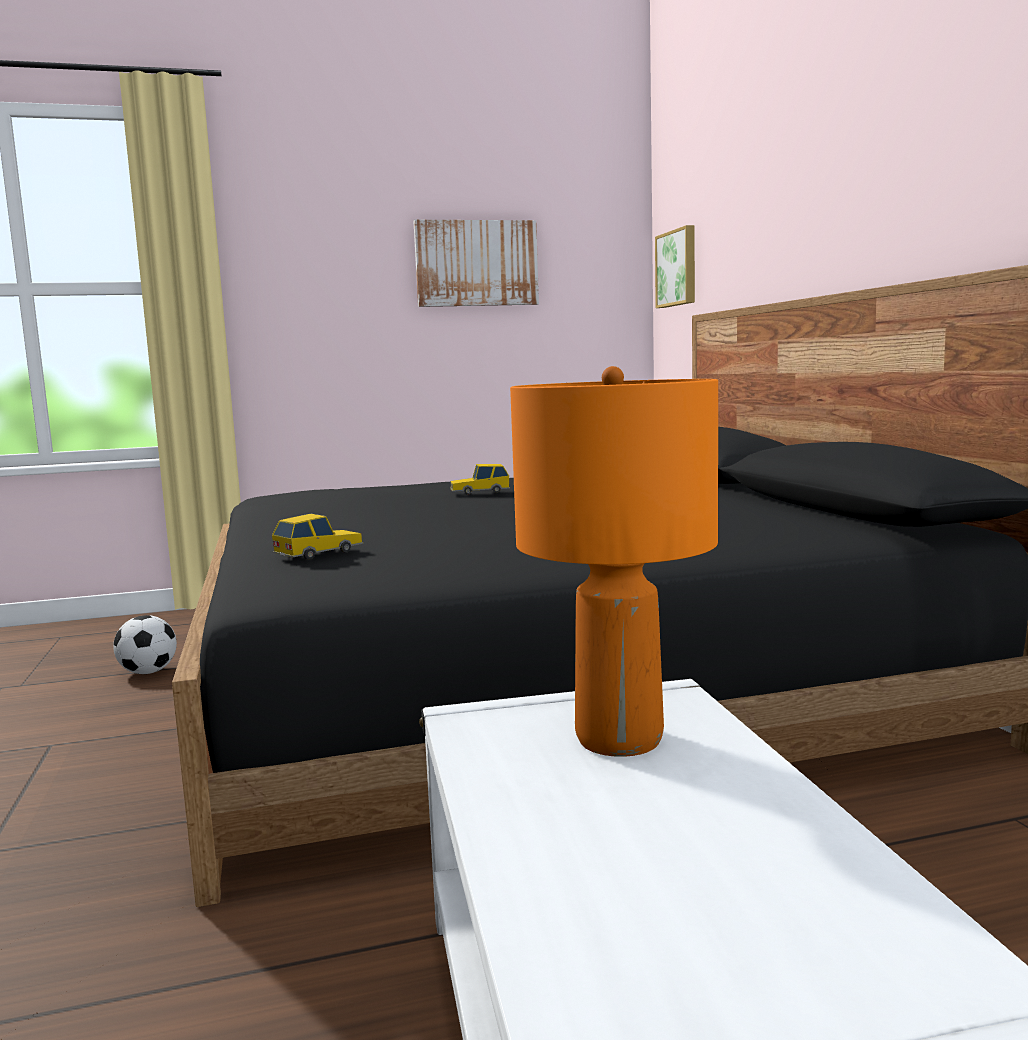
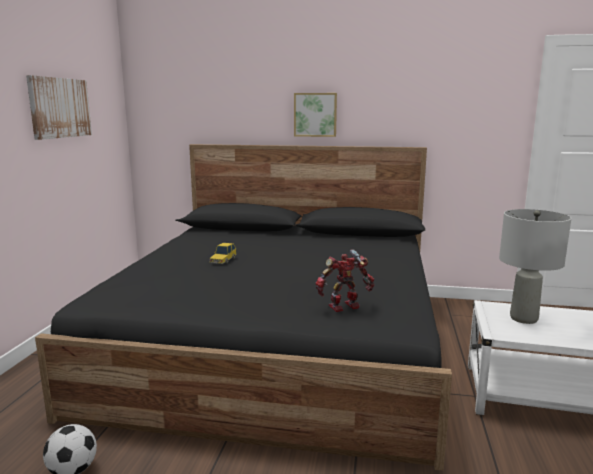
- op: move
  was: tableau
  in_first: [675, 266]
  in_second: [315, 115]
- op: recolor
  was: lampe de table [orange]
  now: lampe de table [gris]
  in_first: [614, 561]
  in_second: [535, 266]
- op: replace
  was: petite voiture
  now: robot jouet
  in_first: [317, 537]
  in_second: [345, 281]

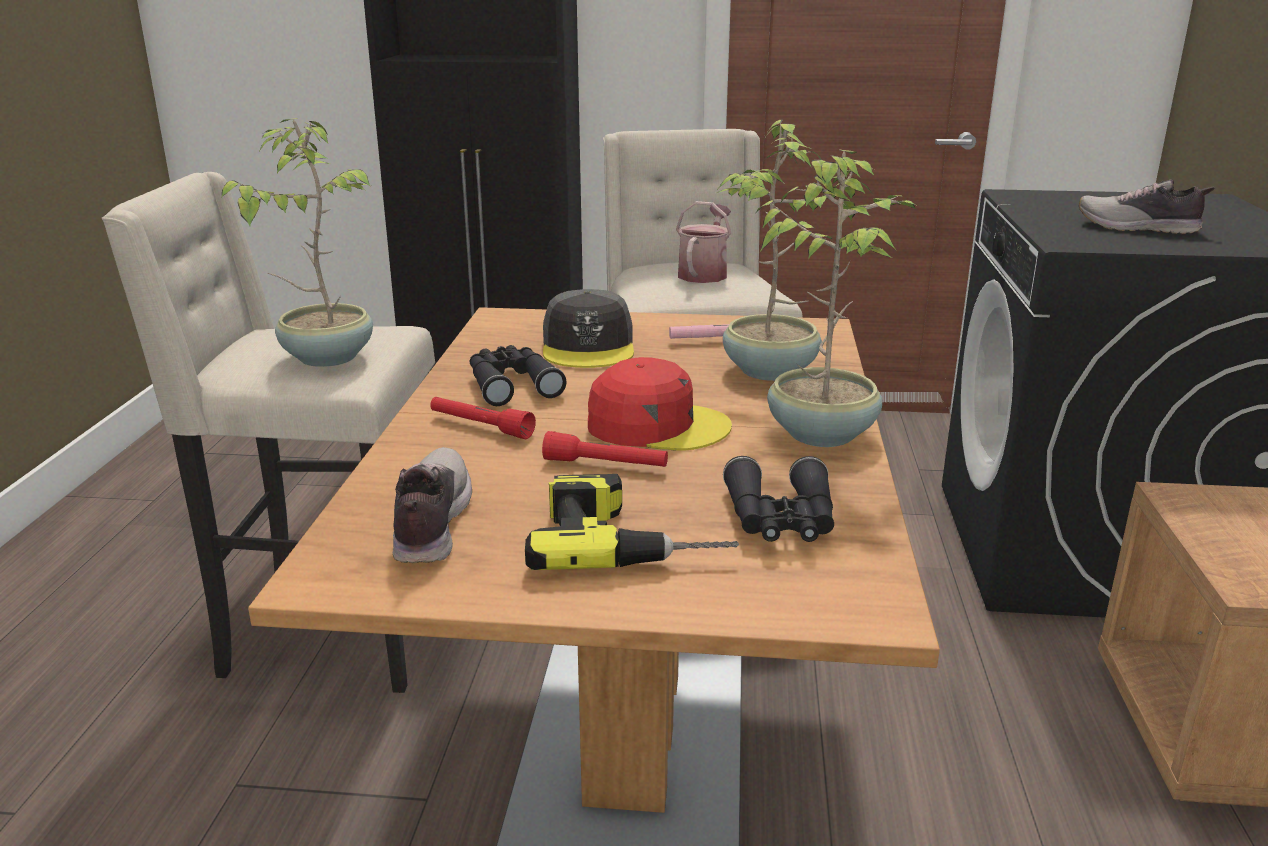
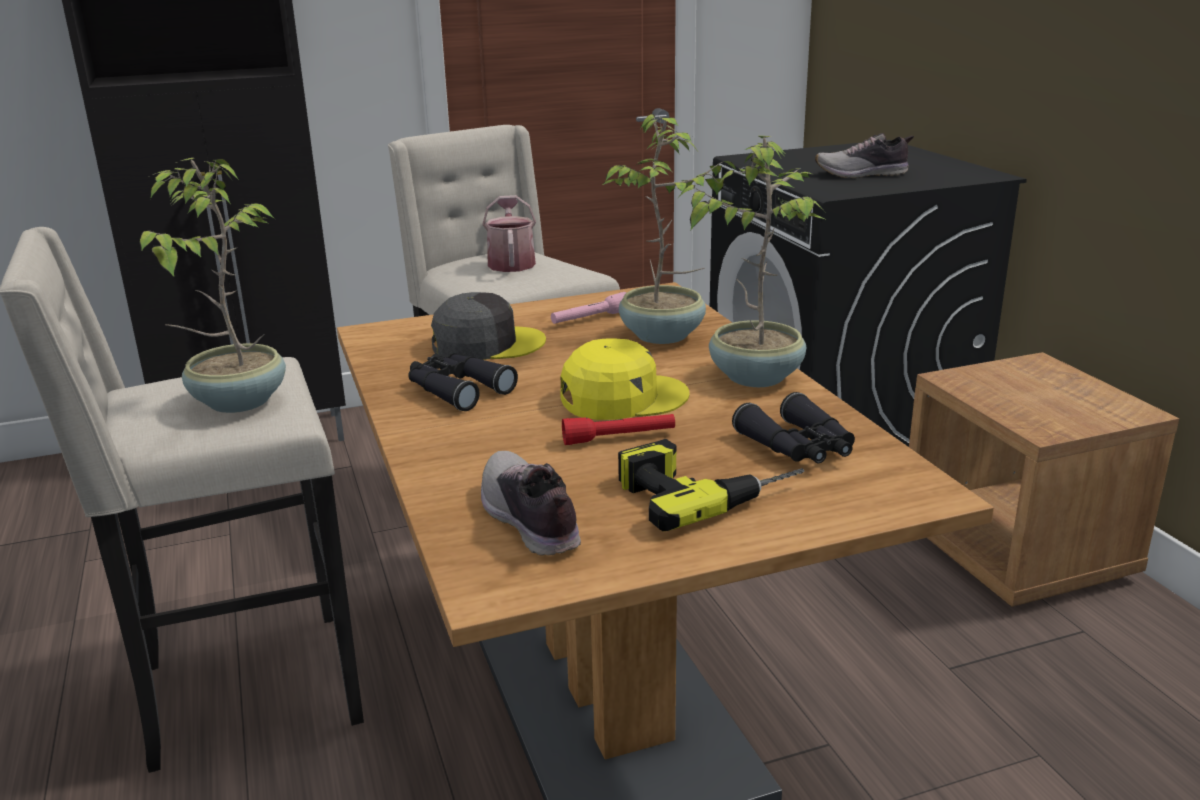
- op: rotate
  was: casquette [gris]
  in_first: [588, 328]
  in_second: [488, 326]
  clockwise: -75
- op: recolor
  was: casquette [rouge]
  now: casquette [jaune]
  in_first: [660, 404]
  in_second: [624, 379]
- op: delete
  was: lampe de poche [rouge]
  in_first: [483, 418]

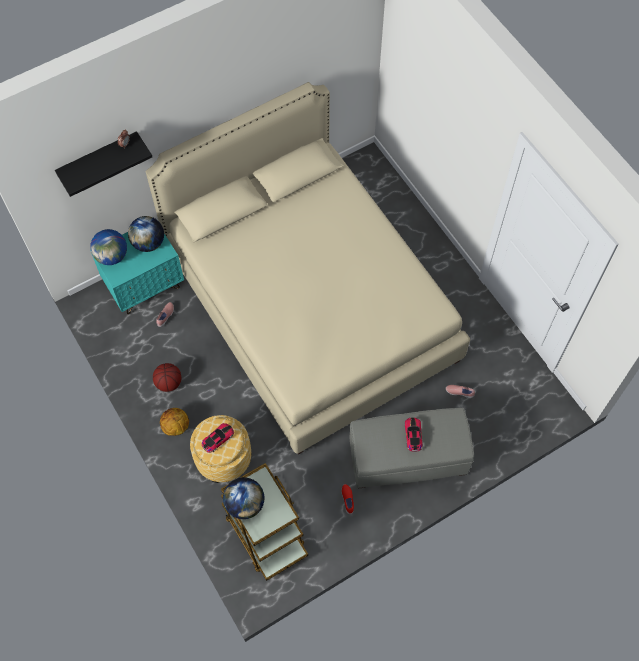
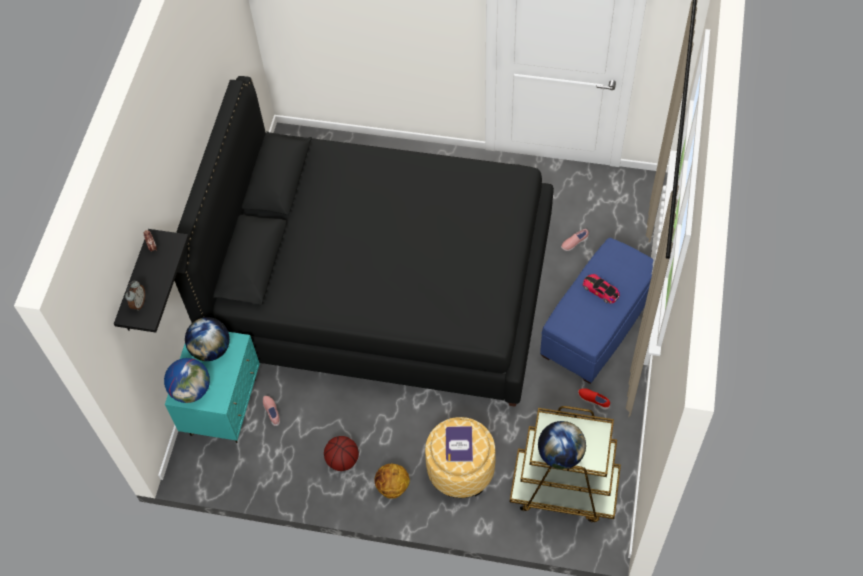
- op: recolor
  was: lit [beige]
  now: lit [noir]
  in_first: [308, 268]
  in_second: [364, 241]
- op: recolor
  was: pouf [gris]
  now: pouf [bleu]
  in_first: [412, 448]
  in_second: [597, 311]
- op: replace
  was: petite voiture
  now: livre
  in_first: [218, 438]
  in_second: [459, 444]
- op: insert
  now: réveil
  in_second: [135, 295]

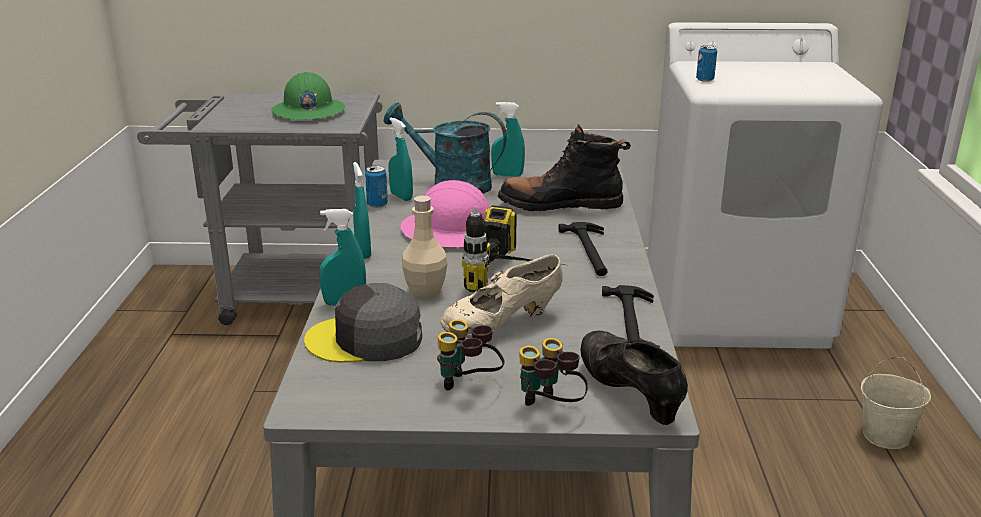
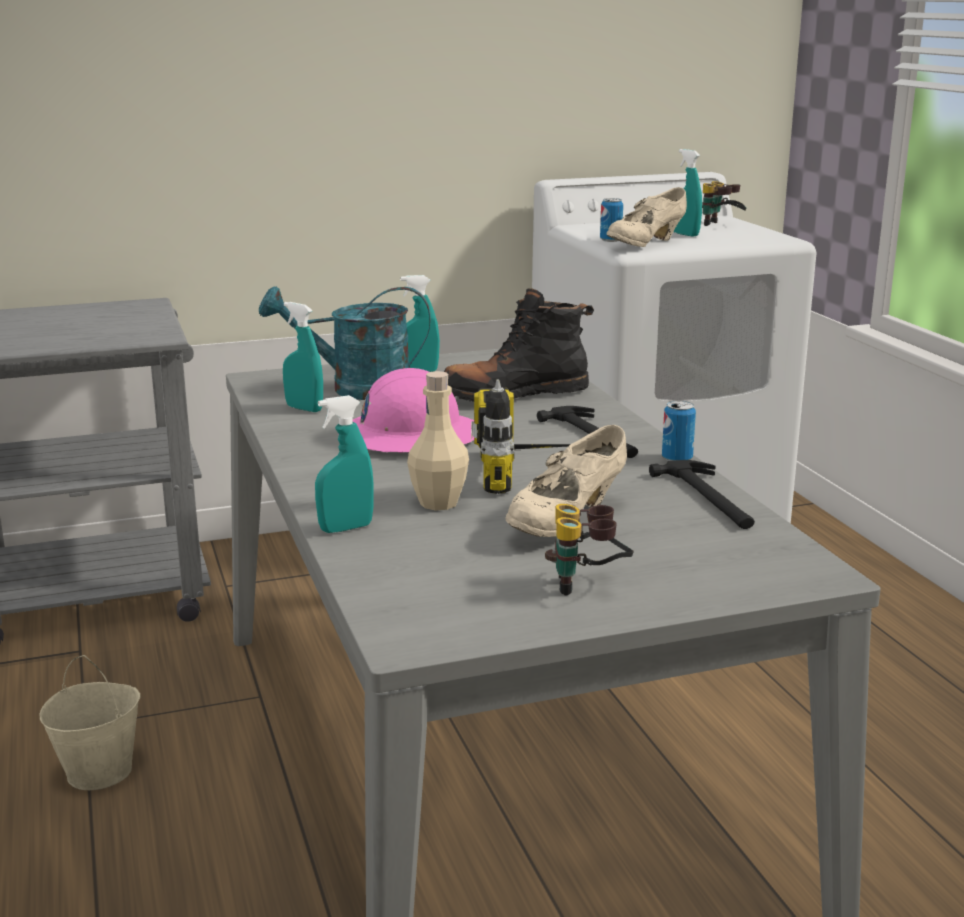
- op: delete
  was: casque de chantier [vert]
  in_first: [308, 96]
- op: move
  was: vaporisateur [turquoise]
  in_first: [362, 210]
  in_second: [688, 193]
- op: move
  was: boîte métallique
  in_first: [376, 186]
  in_second: [679, 430]
- op: delete
  was: casquette [gris]
  in_first: [363, 323]
- op: delete
  was: chaussure [noir]
  in_first: [634, 377]
- op: move
  was: jumelles
  in_first: [553, 372]
  in_second: [724, 203]
- op: move
  was: seau [beige]
  in_first: [896, 403]
  in_second: [90, 722]
- op: insert
  now: chaussure [beige]
  in_second: [646, 217]

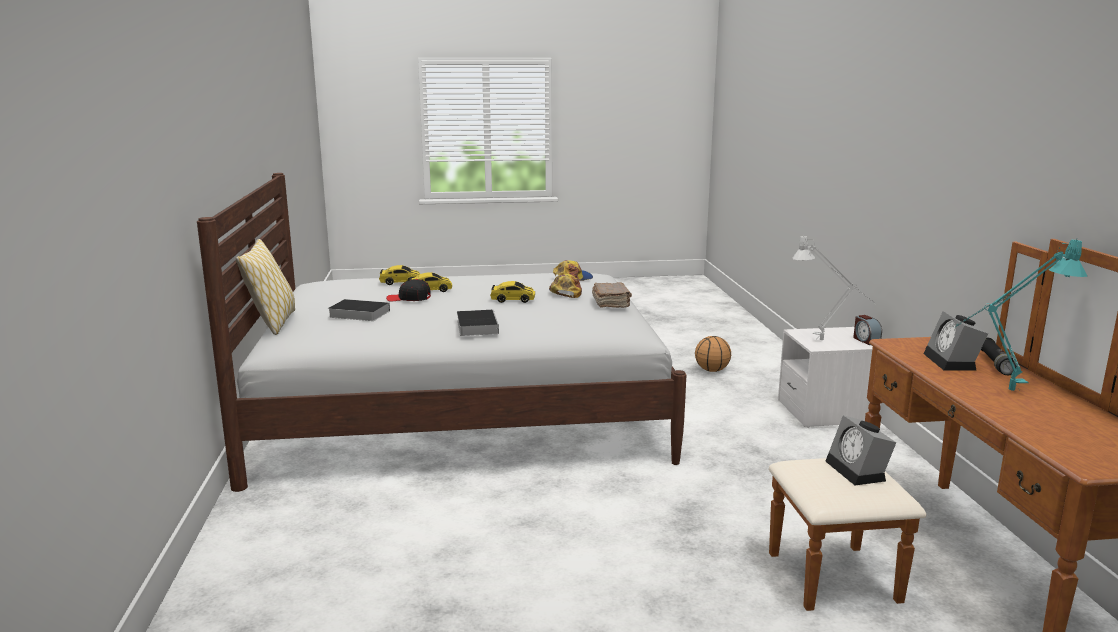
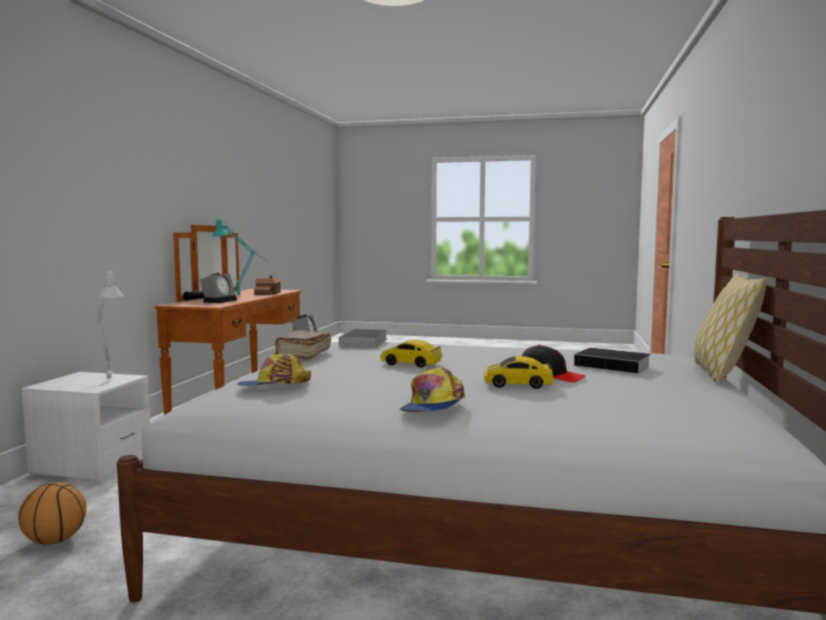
- op: delete
  was: petite voiture
  in_first: [399, 275]
- op: move
  was: casquette
  in_first: [565, 286]
  in_second: [432, 390]
- op: move
  was: livre
  in_first: [478, 323]
  in_second: [362, 338]
- op: delete
  was: réveil
  in_first: [867, 330]
- op: insert
  now: maison miniature
  in_second: [267, 285]

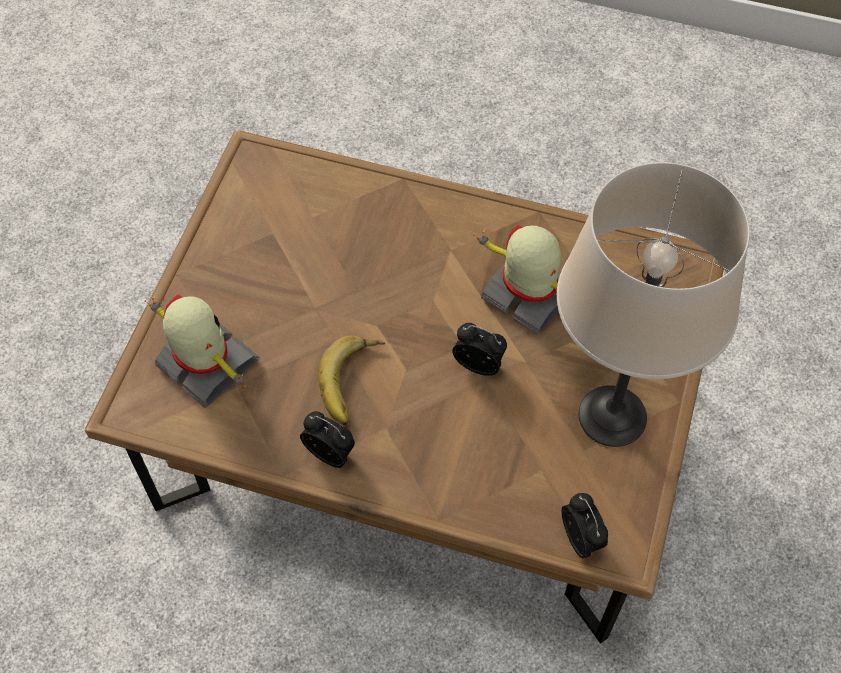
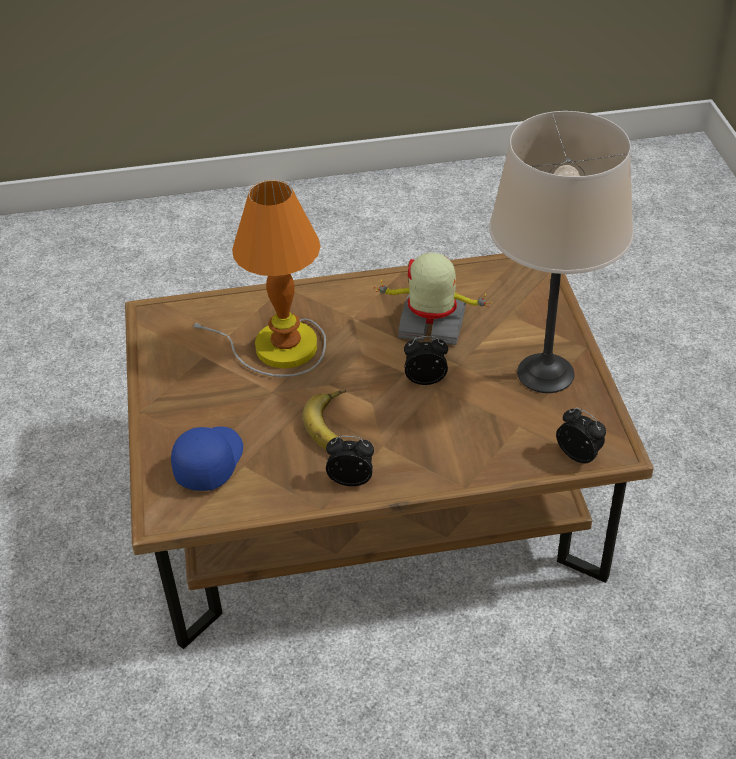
- op: replace
  was: robot jouet
  now: casquette [bleu]
  in_first: [202, 351]
  in_second: [207, 458]
- op: insert
  now: lampe de table
  in_second: [259, 278]

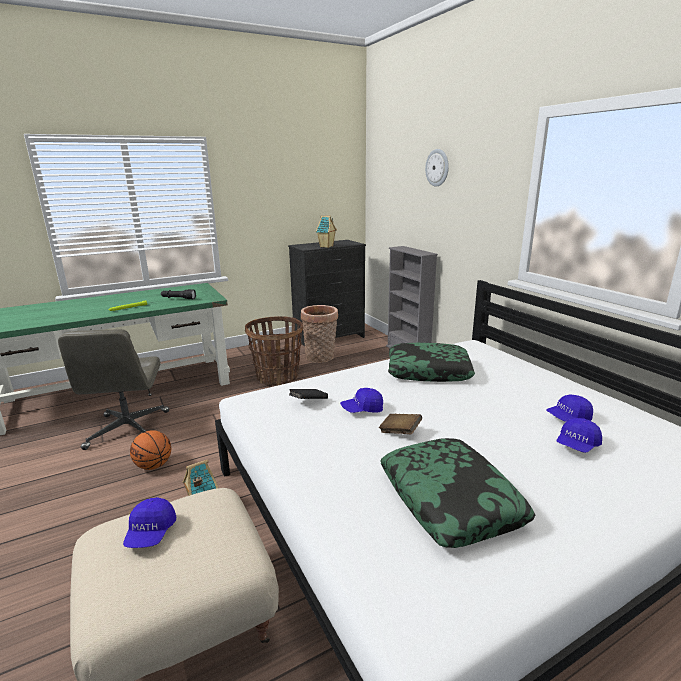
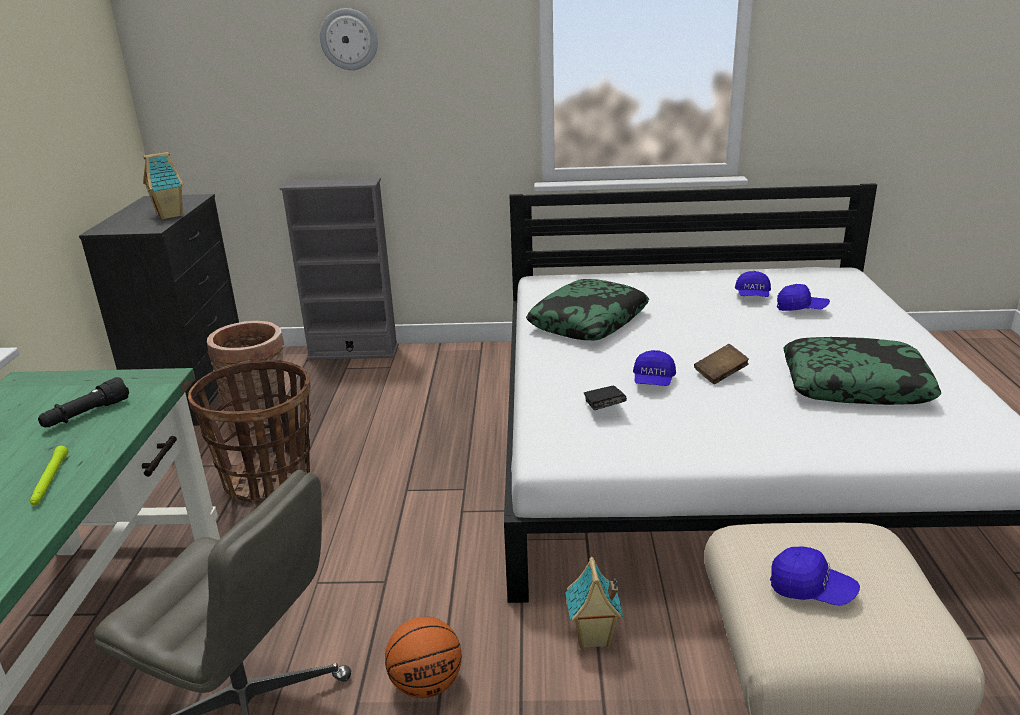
- op: rotate
  was: casquette [bleu]
  in_first: [579, 435]
  in_second: [803, 297]
  clockwise: -60

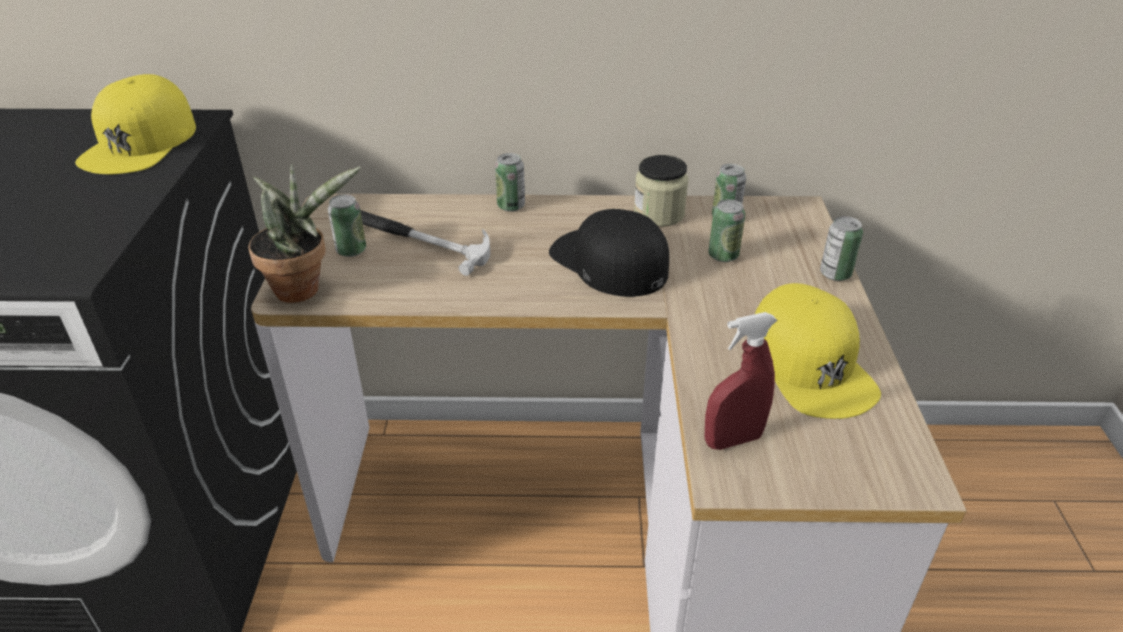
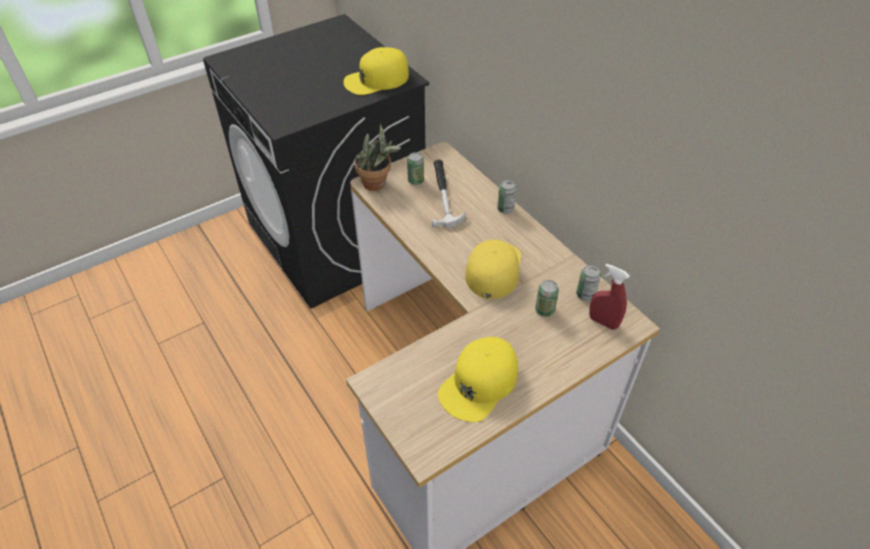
- op: delete
  was: bocal
  in_first: [661, 191]
- op: recolor
  was: casquette [noir]
  now: casquette [jaune]
  in_first: [609, 253]
  in_second: [493, 269]
- op: delete
  was: boîte métallique
  in_first: [841, 248]
- op: move
  was: vaporisateur [rouge]
  in_first: [741, 381]
  in_second: [609, 296]

